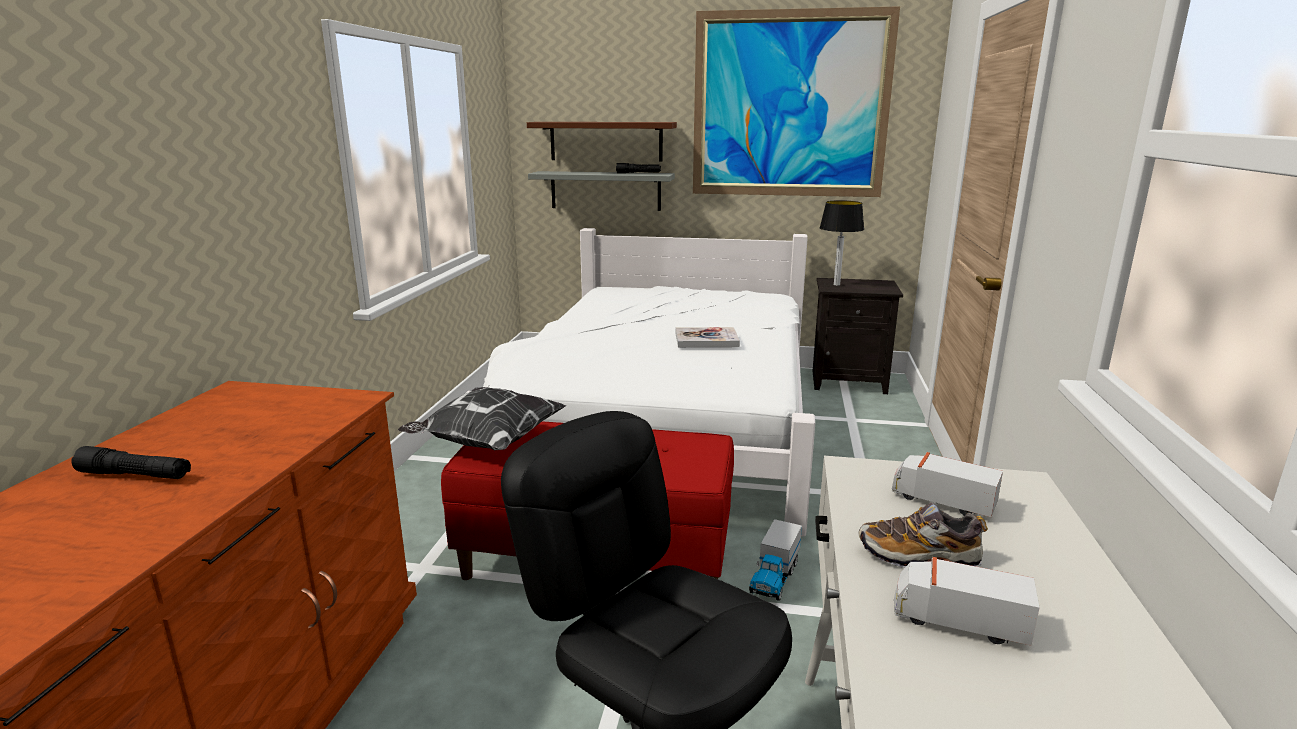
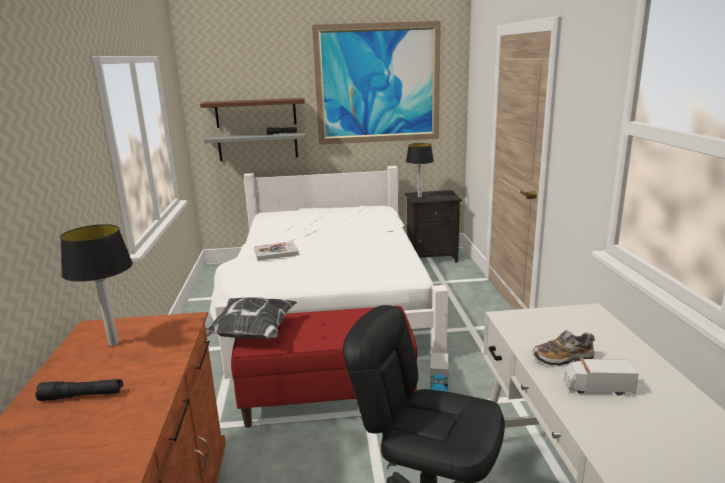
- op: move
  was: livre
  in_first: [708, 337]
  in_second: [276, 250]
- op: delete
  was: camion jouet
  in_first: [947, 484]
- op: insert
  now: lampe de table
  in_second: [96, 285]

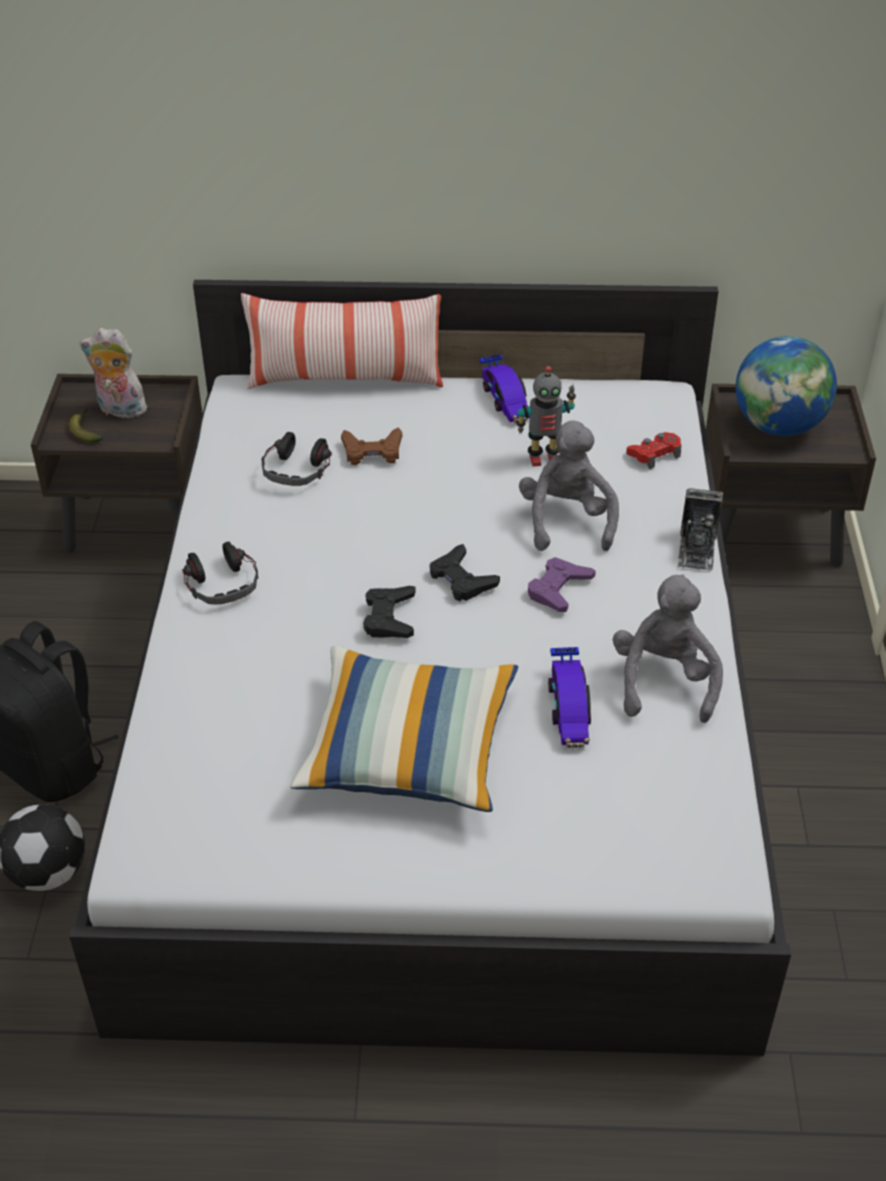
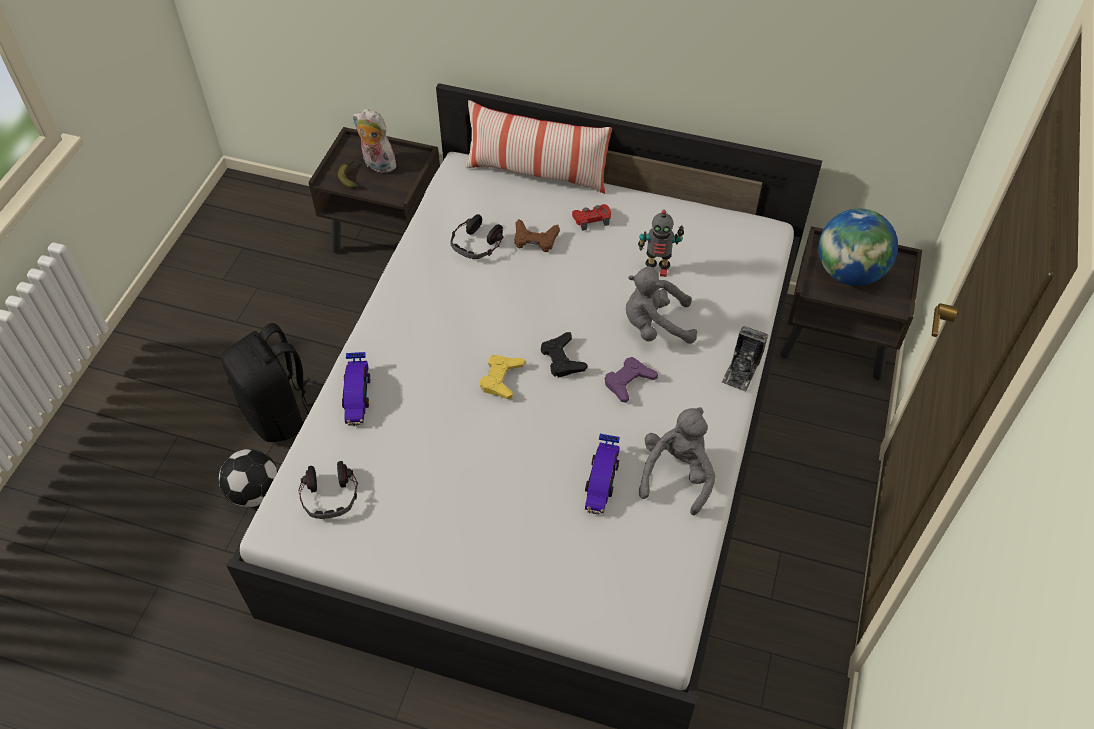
- op: move
  was: petite voiture
  in_first: [504, 388]
  in_second: [356, 389]
- op: rotate
  was: peluche [gris]
  in_first: [569, 485]
  in_second: [661, 305]
  clockwise: -105
- op: move
  was: manette [rouge]
  in_first: [654, 450]
  in_second: [591, 217]
- op: move
  was: casque audio
  in_first: [220, 573]
  in_second: [328, 490]
- op: recolor
  was: manette [noir]
  now: manette [jaune]
  in_first: [389, 612]
  in_second: [502, 377]
- op: delete
  was: coussin
  in_first: [404, 729]

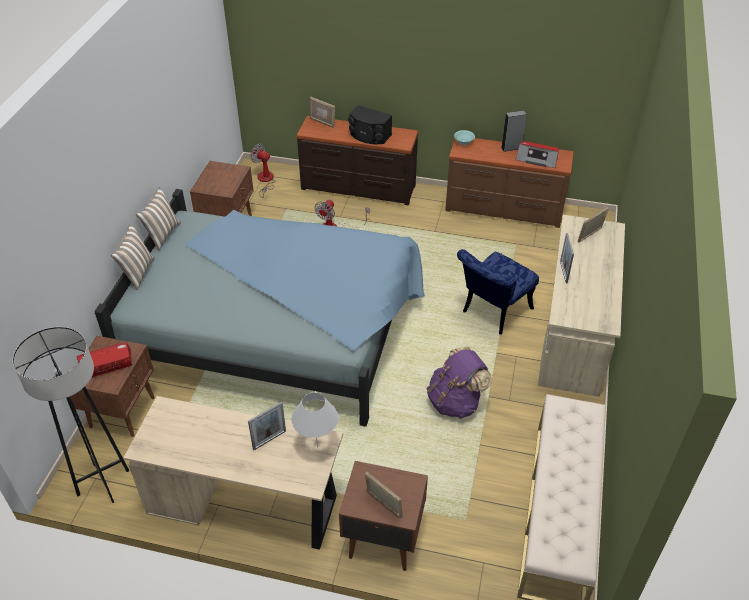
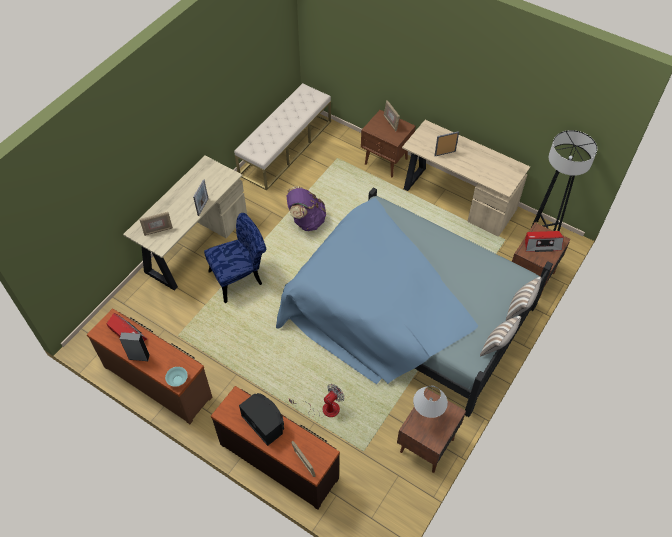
- op: delete
  was: ventilateur
  in_first: [262, 170]
- op: move
  was: lampe de table [blanc]
  in_first: [315, 419]
  in_second: [430, 402]

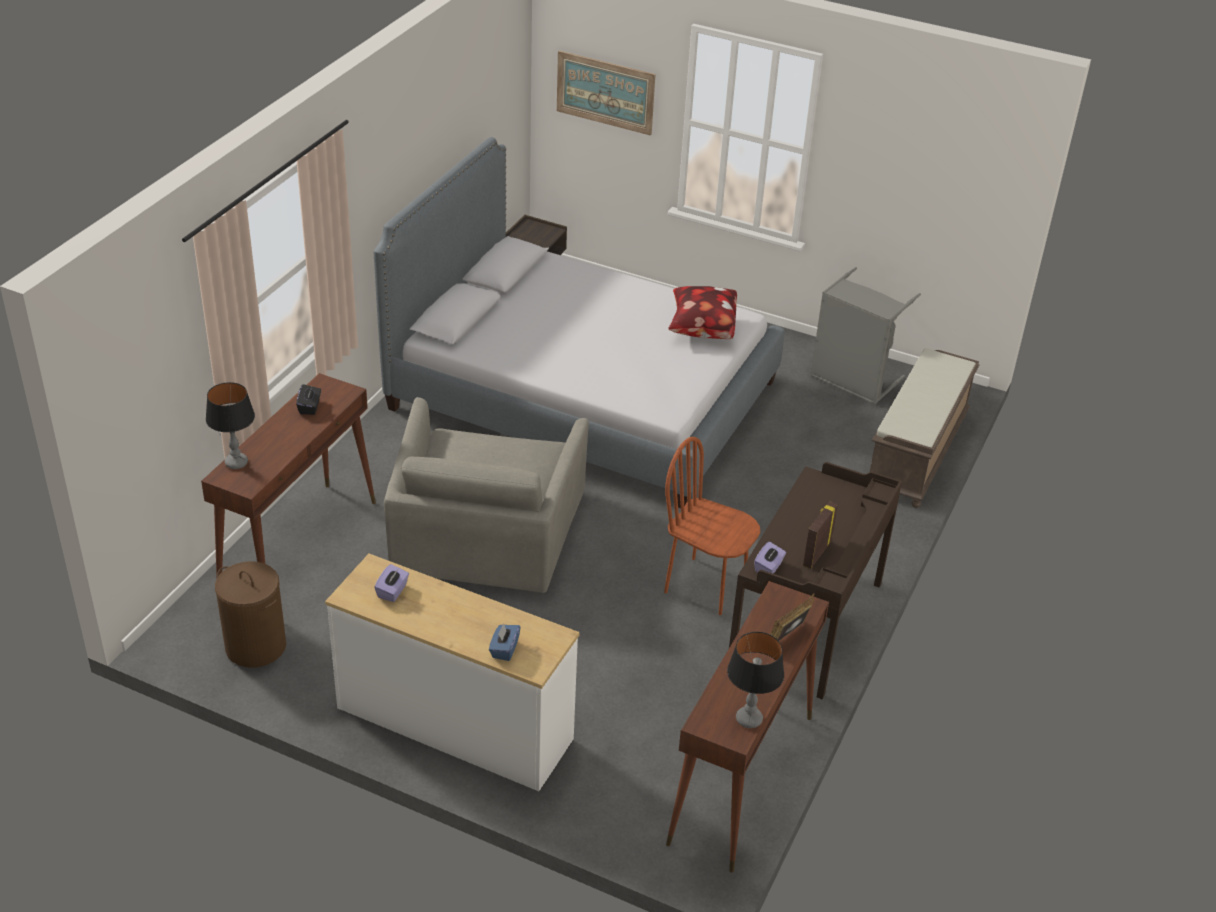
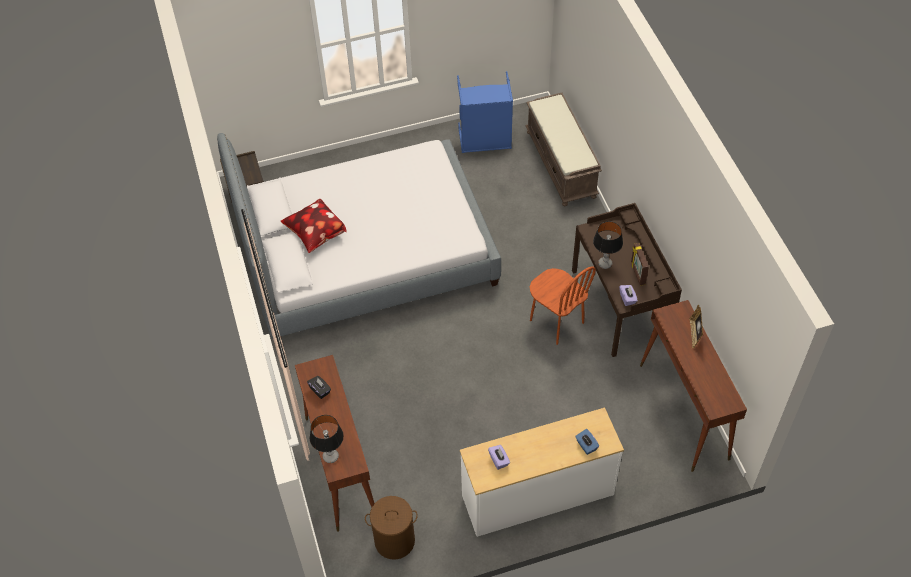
- op: delete
  was: tableau
  in_first: [606, 93]
- op: recolor
  was: panier à linge [gris]
  now: panier à linge [bleu]
  in_first: [865, 336]
  in_second: [485, 112]
- op: move
  was: coussin
  in_first: [702, 312]
  in_second: [314, 226]
- op: delete
  was: fauteuil [gris]
  in_first: [486, 495]
- op: rotate
  was: chaise [marron]
  in_first: [712, 526]
  in_second: [563, 306]
  clockwise: -120
- op: move
  was: lampe de table
  in_first: [755, 680]
  in_second: [608, 245]

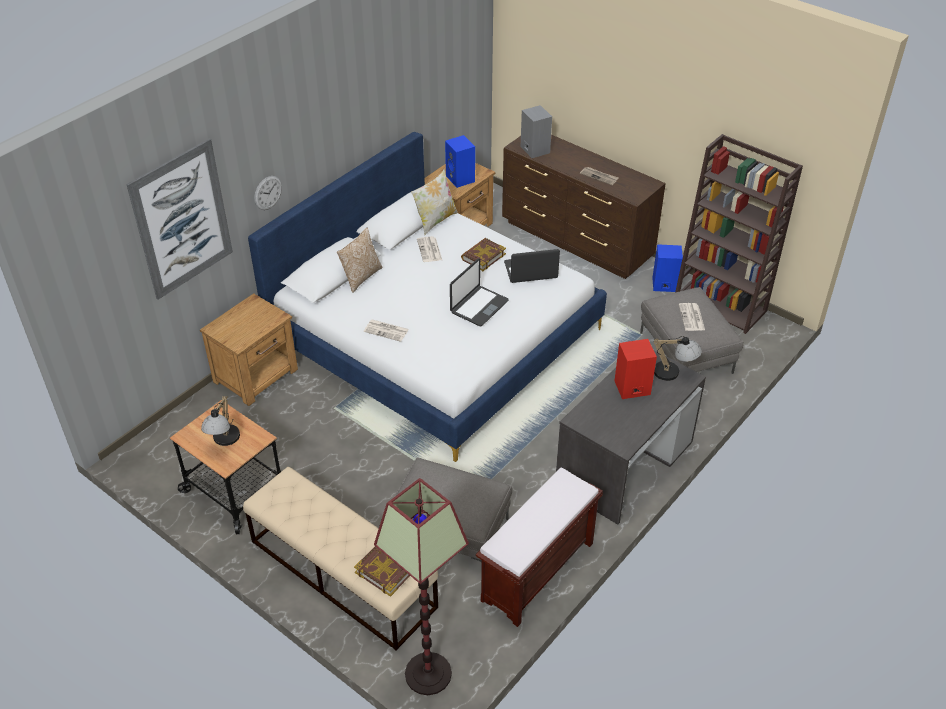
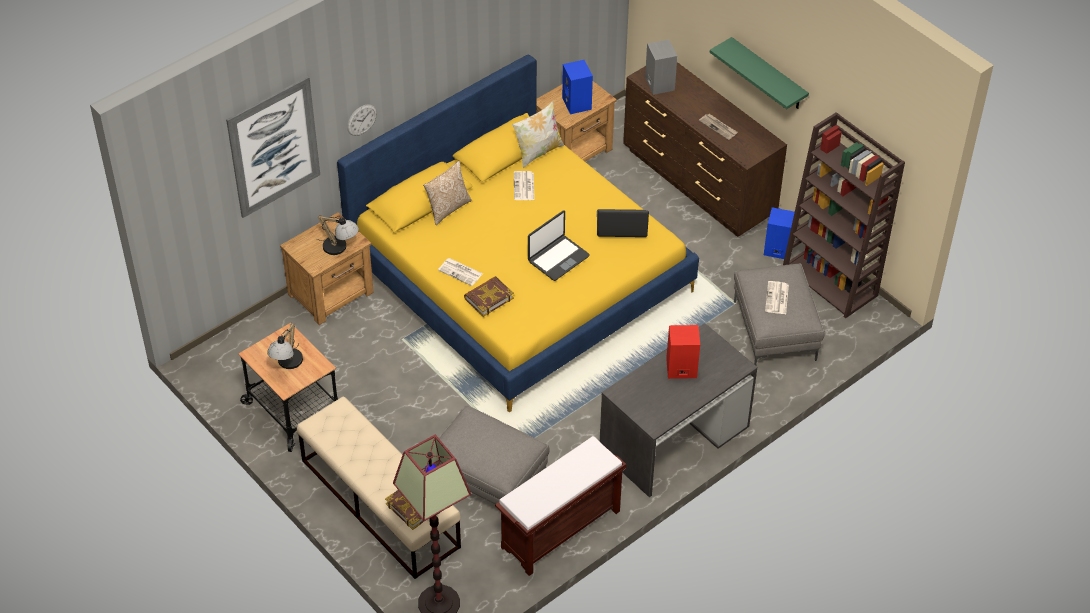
- op: recolor
  was: lit [blanc]
  now: lit [jaune]
  in_first: [427, 297]
  in_second: [518, 233]
- op: move
  was: livre
  in_first: [483, 254]
  in_second: [489, 296]
- op: move
  was: lampe de table
  in_first: [678, 358]
  in_second: [338, 235]
- op: insert
  now: étagère [vert]
  in_second: [759, 73]

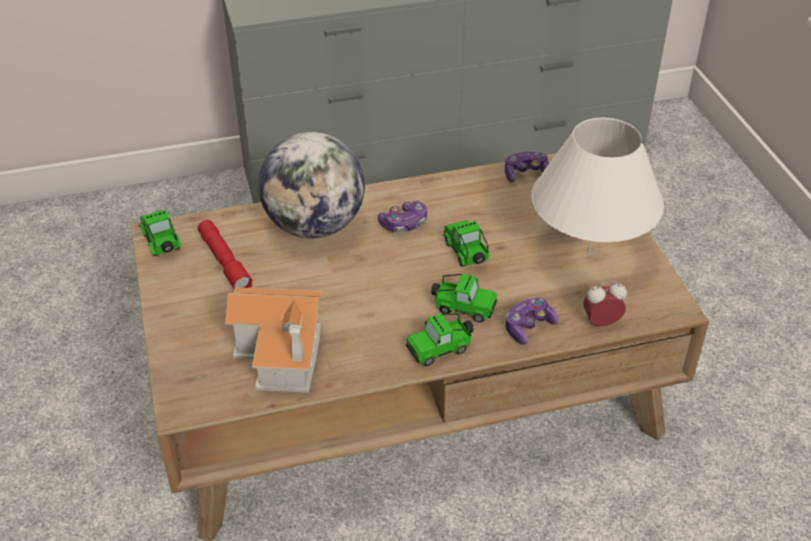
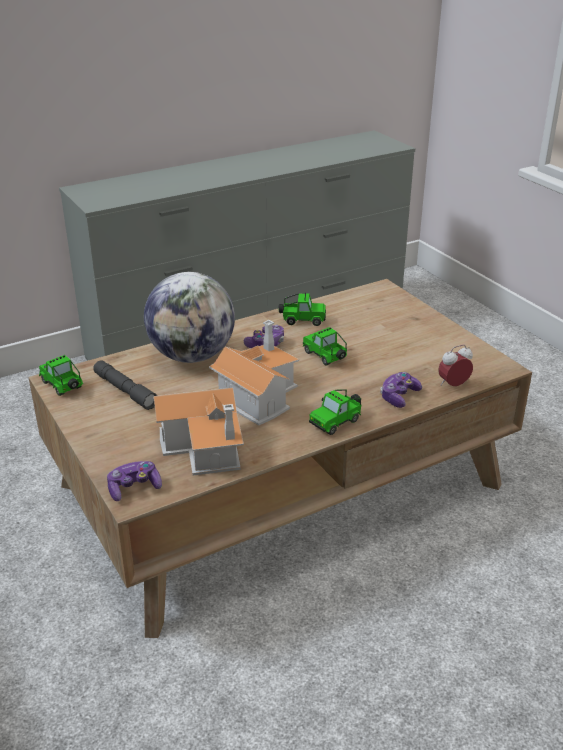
- op: delete
  was: lampe de table [blanc]
  in_first: [597, 186]
- op: move
  was: manette
  in_first: [527, 167]
  in_second: [134, 481]
- op: recolor
  was: lampe de poche [rouge]
  now: lampe de poche [gris]
  in_first: [225, 254]
  in_second: [125, 385]
- op: move
  was: petite voiture
  in_first: [464, 298]
  in_second: [302, 309]
- op: insert
  now: maison miniature
  in_second: [254, 373]

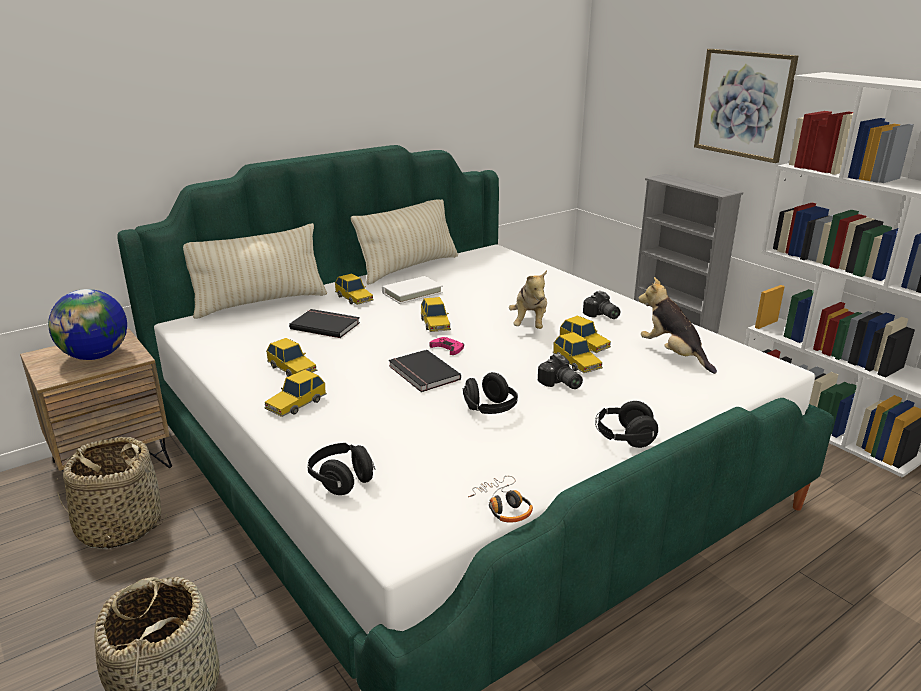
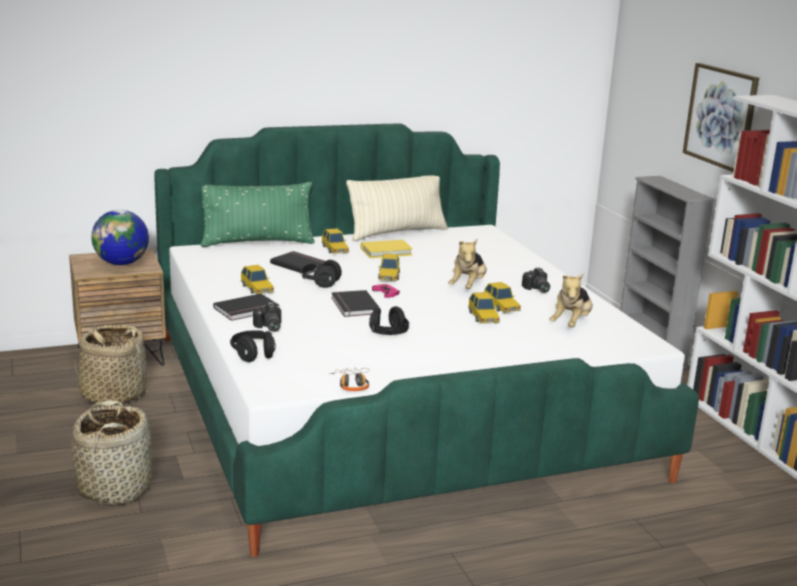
- op: recolor
  was: coussin [beige]
  now: coussin [vert]
  in_first: [255, 271]
  in_second: [258, 214]
- op: recolor
  was: livre [blanc]
  now: livre [jaune]
  in_first: [412, 290]
  in_second: [387, 249]
- op: rotate
  was: peluche
  in_first: [677, 325]
  in_second: [571, 300]
  clockwise: -135
- op: move
  was: appareil photo
  in_first: [560, 371]
  in_second: [267, 317]
- op: replace
  was: petite voiture
  now: livre [noir]
  in_first: [296, 393]
  in_second: [246, 307]
- op: move
  was: casque audio [noir]
  in_first: [626, 424]
  in_second: [321, 274]

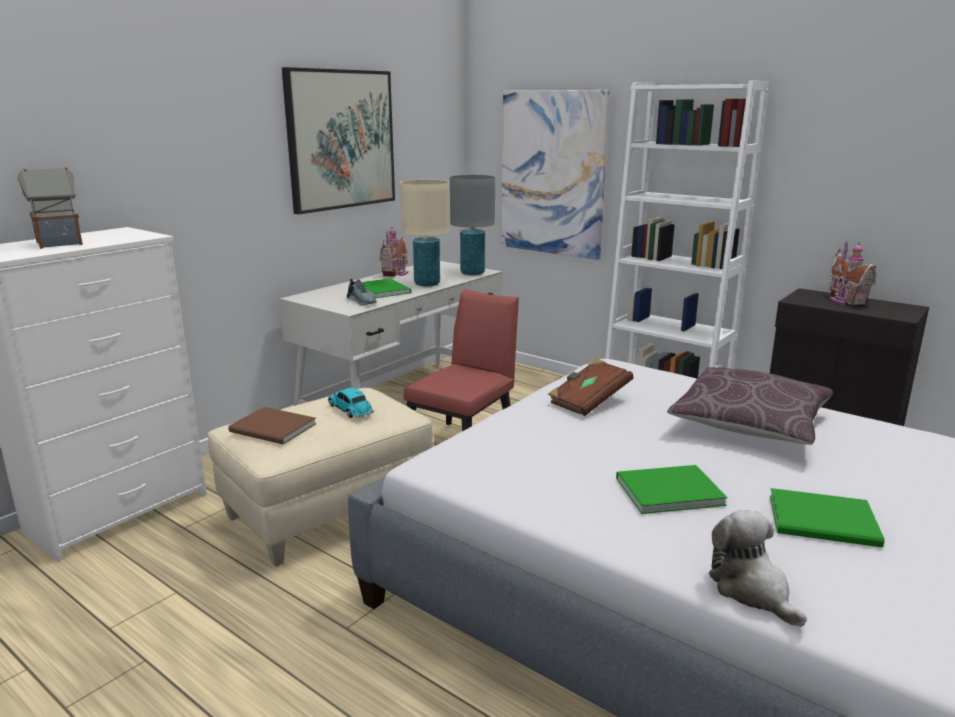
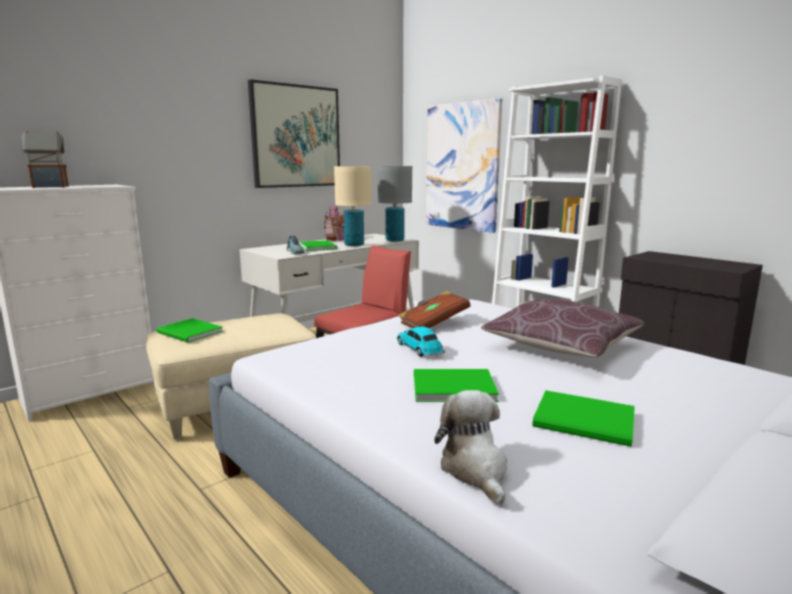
- op: delete
  was: maison miniature
  in_first: [853, 273]
- op: move
  was: petite voiture
  in_first: [351, 403]
  in_second: [421, 341]
- op: recolor
  was: livre [marron]
  now: livre [vert]
  in_first: [272, 425]
  in_second: [189, 330]

